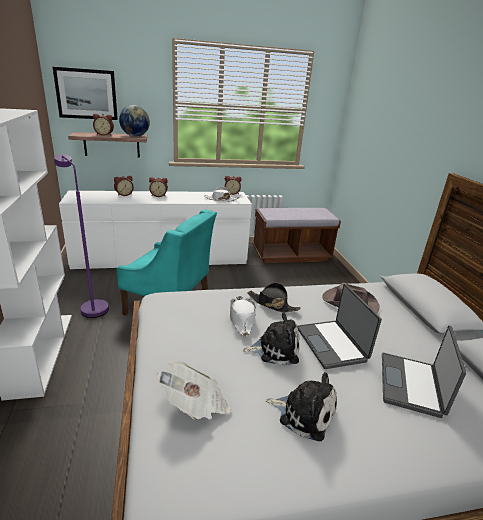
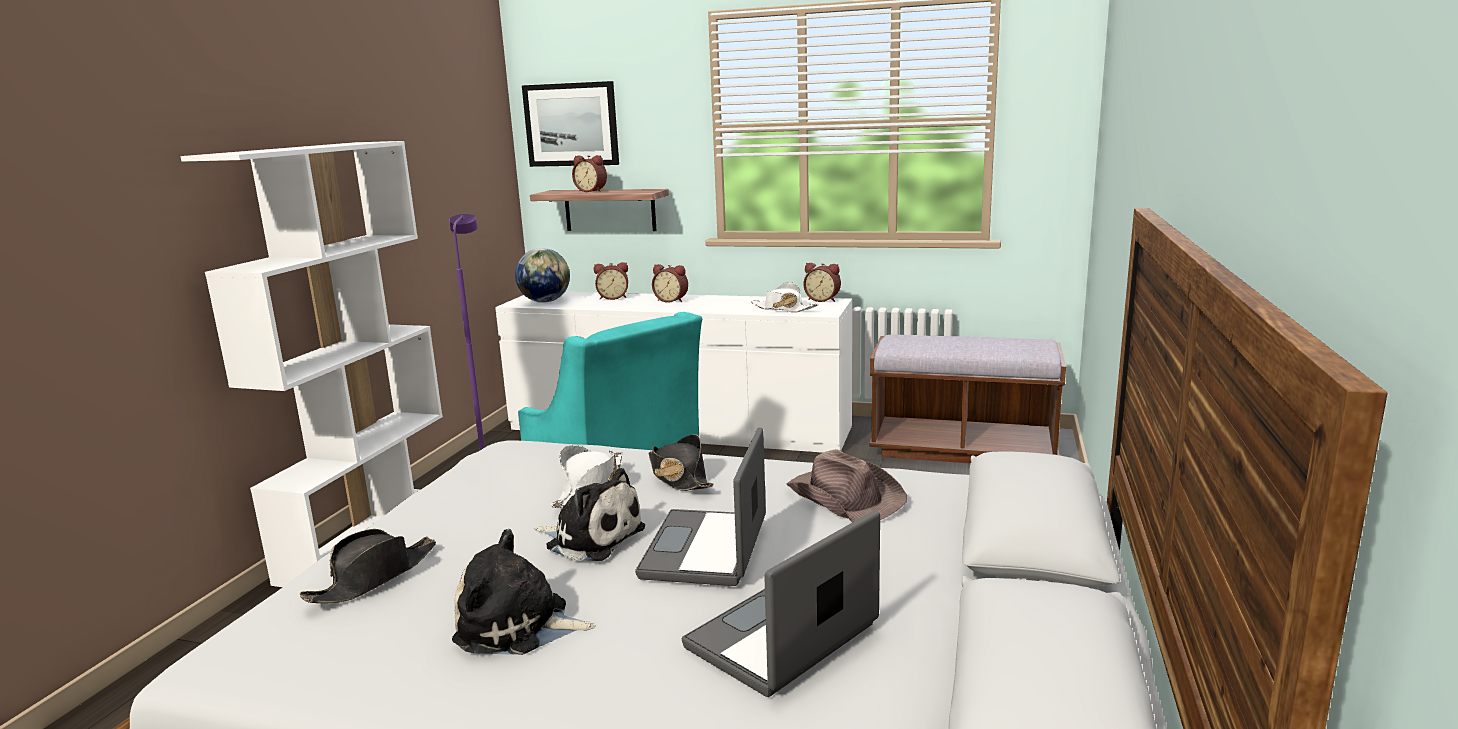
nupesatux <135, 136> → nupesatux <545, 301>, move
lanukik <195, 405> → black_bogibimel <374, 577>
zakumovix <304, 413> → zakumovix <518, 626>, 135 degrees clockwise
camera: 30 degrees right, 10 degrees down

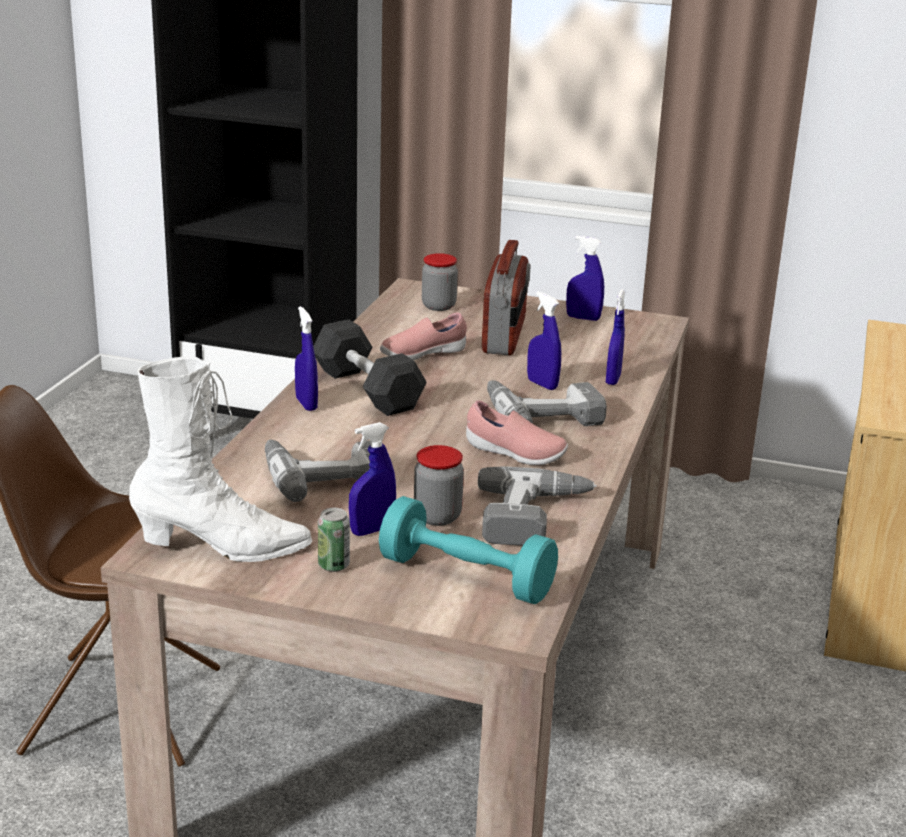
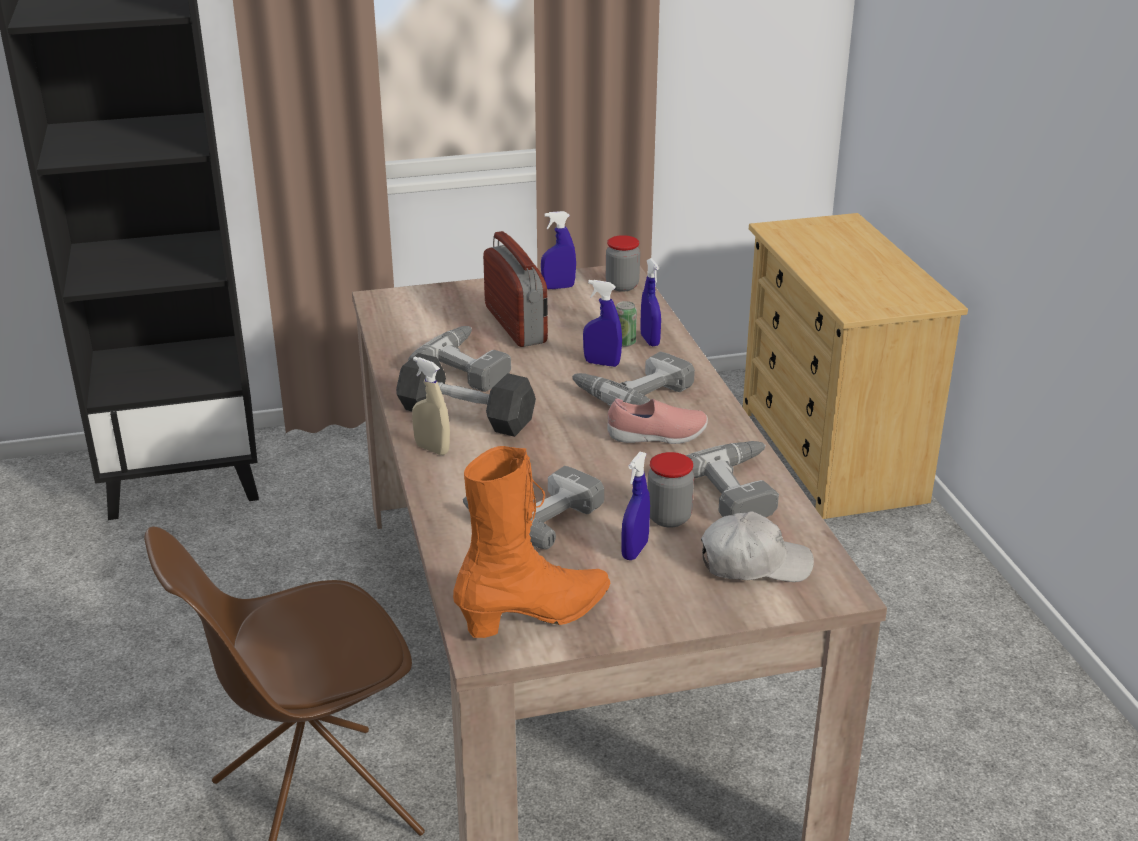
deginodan <333, 565> → deginodan <624, 343>, move
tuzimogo <438, 306> → tuzimogo <622, 286>, move
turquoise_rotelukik <466, 577> → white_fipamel <754, 563>
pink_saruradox <422, 355> → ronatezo <470, 366>
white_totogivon <222, 547> → orange_totogivon <536, 616>
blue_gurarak <306, 404> → beige_gurarak <432, 449>
camera: 30 degrees left, 5 degrees up

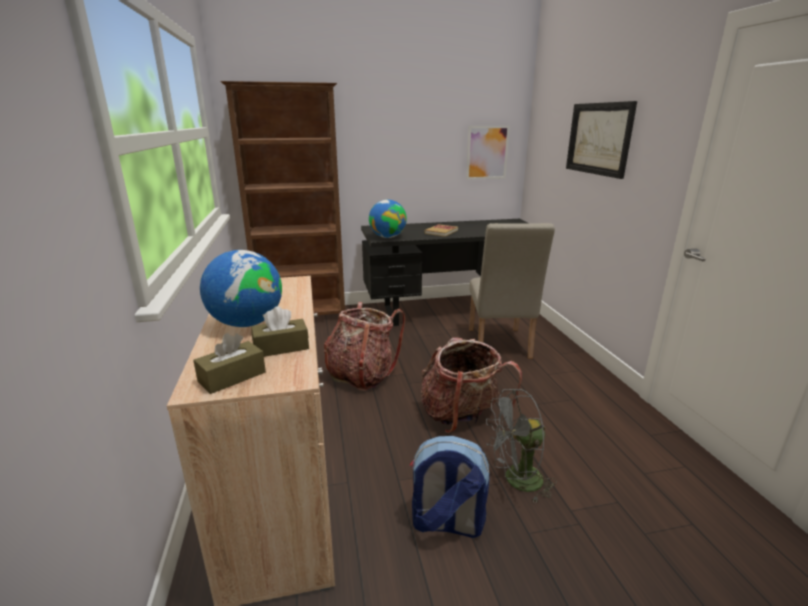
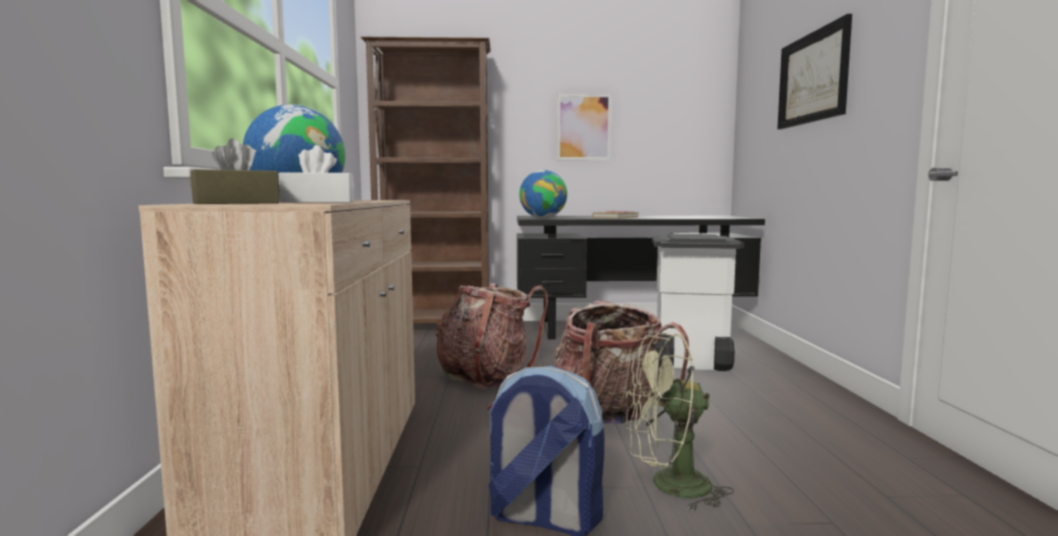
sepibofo <487, 152> → sepibofo <583, 127>, move
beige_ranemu <499, 346> → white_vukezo <689, 362>
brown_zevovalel <281, 347> → white_zevovalel <318, 202>
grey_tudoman <516, 481> → green_tudoman <669, 486>
camera: 10 degrees right, 15 degrees down

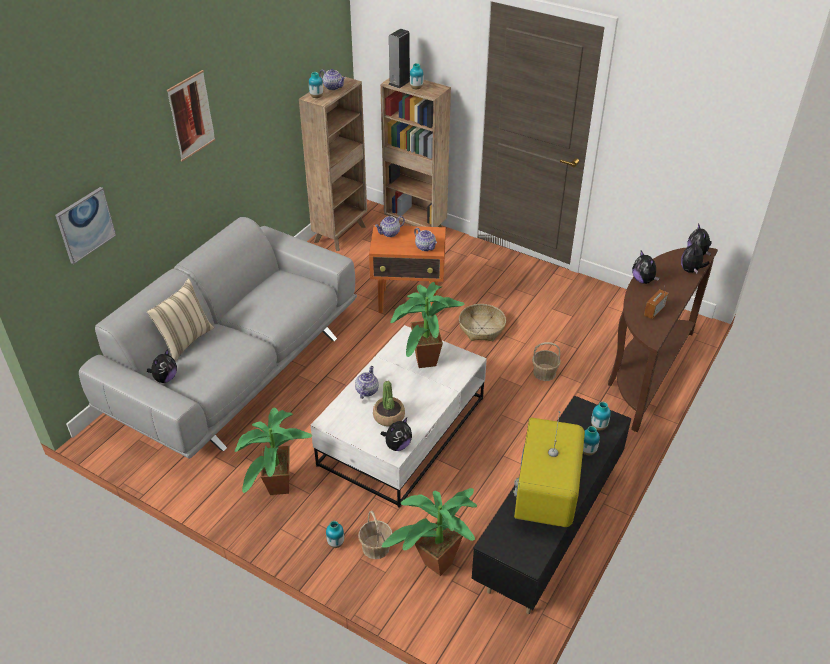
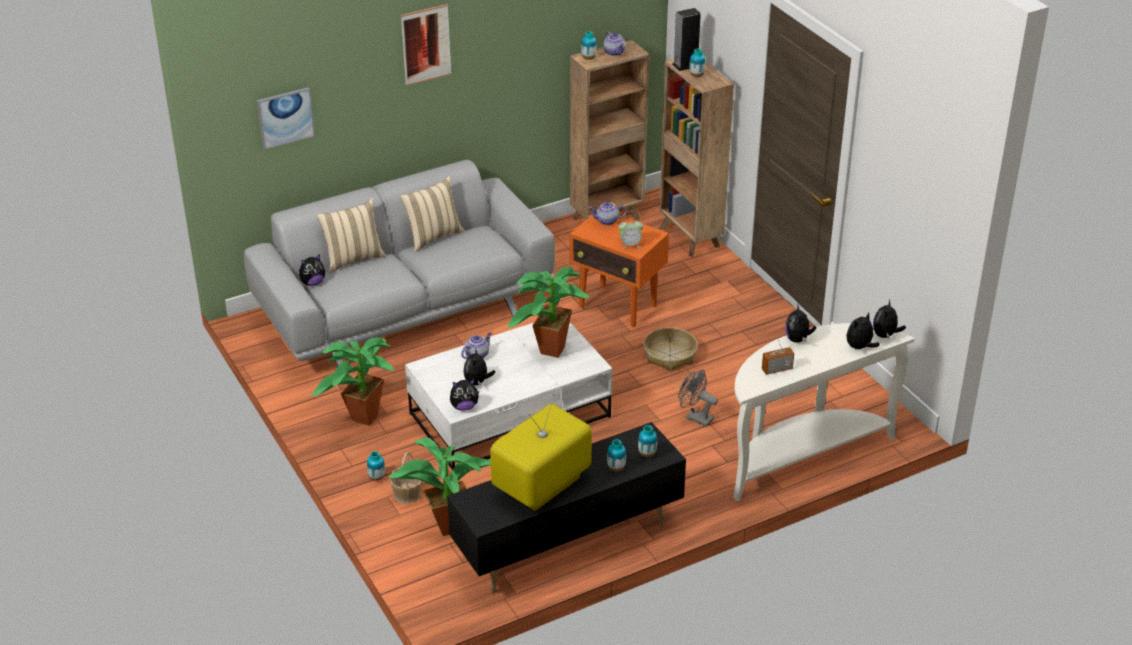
- → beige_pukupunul <432, 237>
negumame <389, 416> → zakumovix <477, 382>
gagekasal <426, 247> → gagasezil <630, 245>
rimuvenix <544, 373> → grey_tudoman <695, 417>
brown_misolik <645, 372> → white_misolik <802, 455>
camera: 30 degrees right, 5 degrees down

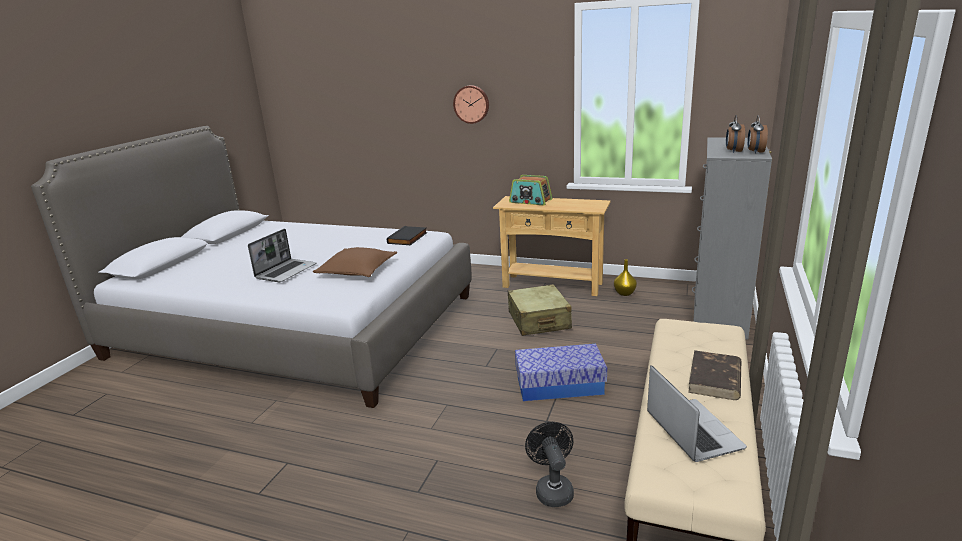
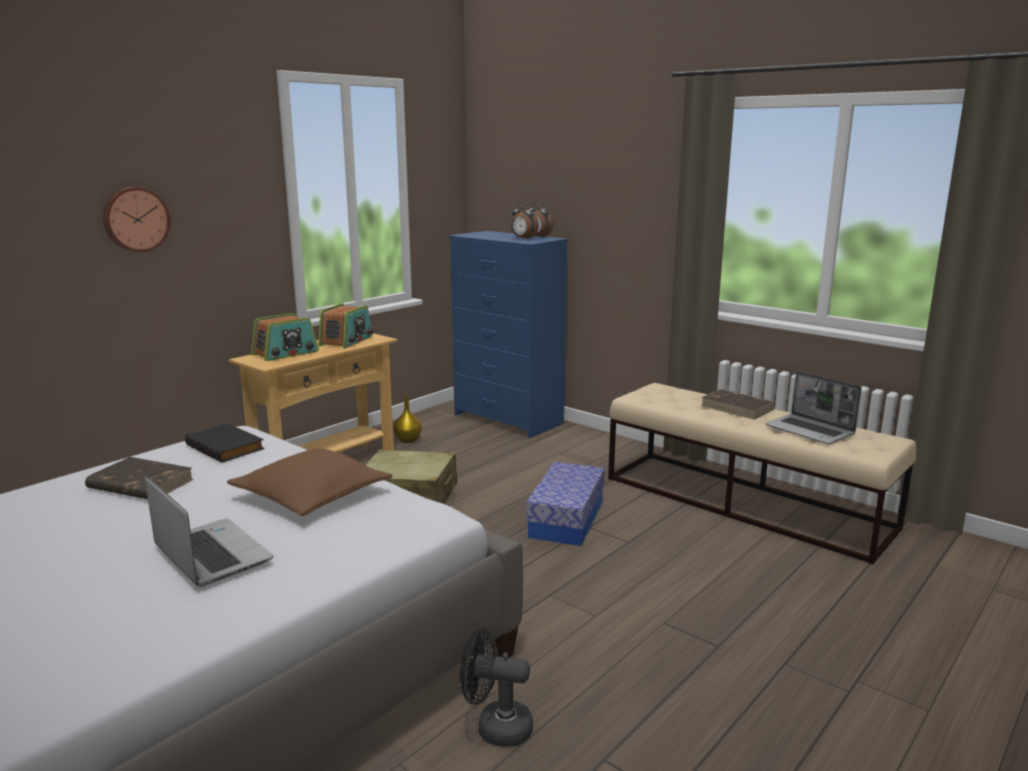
- → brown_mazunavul <140, 484>
- → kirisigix <347, 341>
black_tudoman <552, 489> → black_tudoman <495, 727>, move
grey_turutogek <718, 315> → blue_turutogek <508, 419>
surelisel <691, 431> → surelisel <810, 431>, 135 degrees counterclockwise
camera: 70 degrees left, 5 degrees down

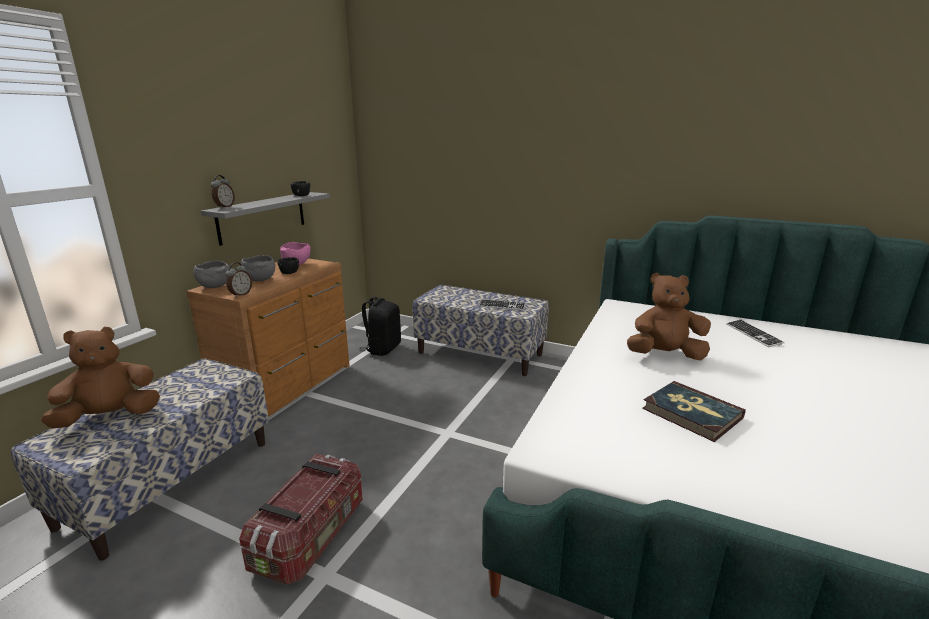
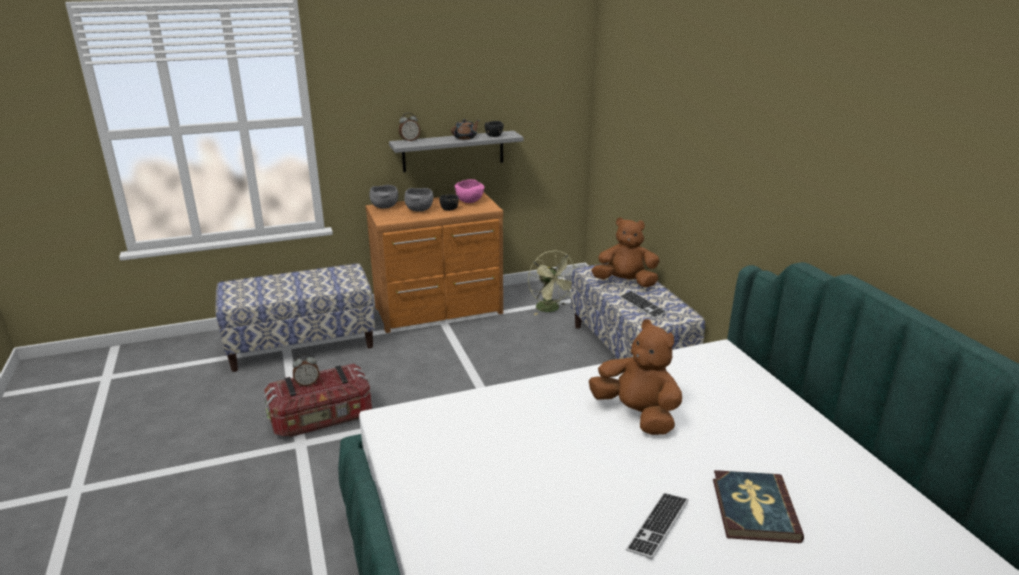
- → brown_gagekasal <465, 137>
brown_zakumovix <110, 417> → brown_zakumovix <625, 282>, move
gagasezil <240, 294> → gagasezil <307, 383>, move
mazunavul <691, 413> → mazunavul <754, 509>, move
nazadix <753, 334> → nazadix <658, 526>, move
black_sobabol <383, 348> → green_tudoman <551, 309>
camera: 45 degrees right, 5 degrees up

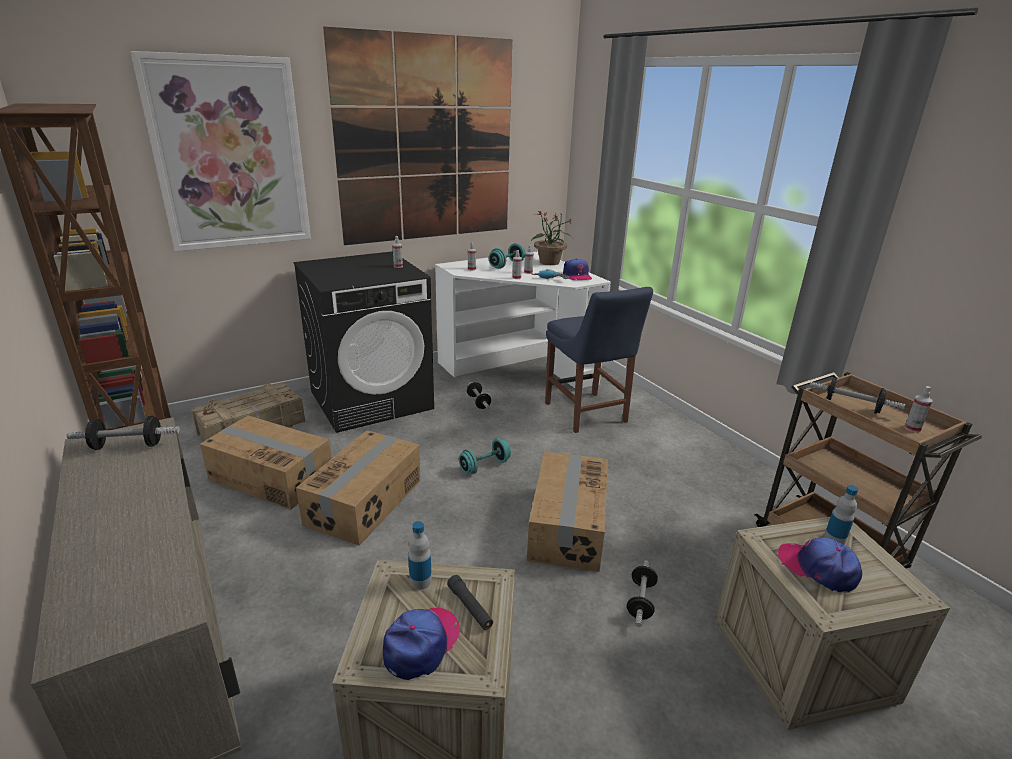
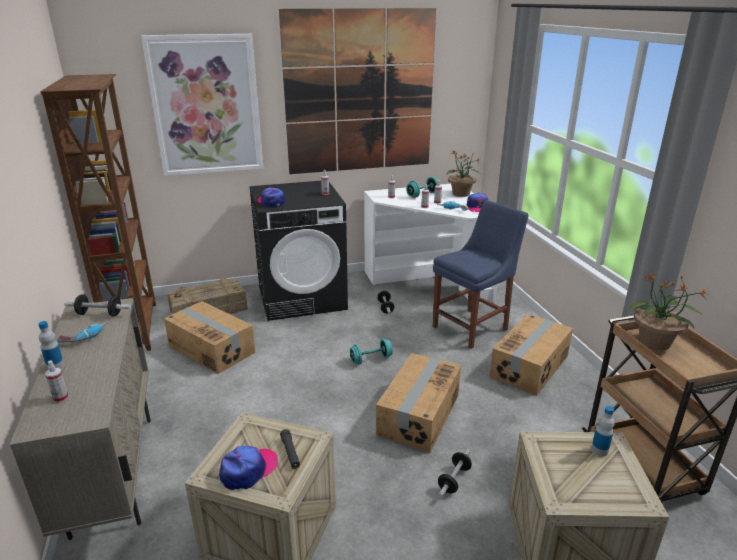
- → ronatezo <85, 337>
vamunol <365, 502> → vamunol <530, 366>, move
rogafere <420, 581> → rogafere <55, 367>, move
fipamel <818, 568> → fipamel <271, 202>, move
gurarak <912, 428> → gurarak <61, 398>, move
rotelukik <851, 406> → negumame <655, 342>
blue_ranemu <587, 414> → blue_ranemu <473, 327>, 120 degrees counterclockwise
camera: 15 degrees right, 0 degrees up

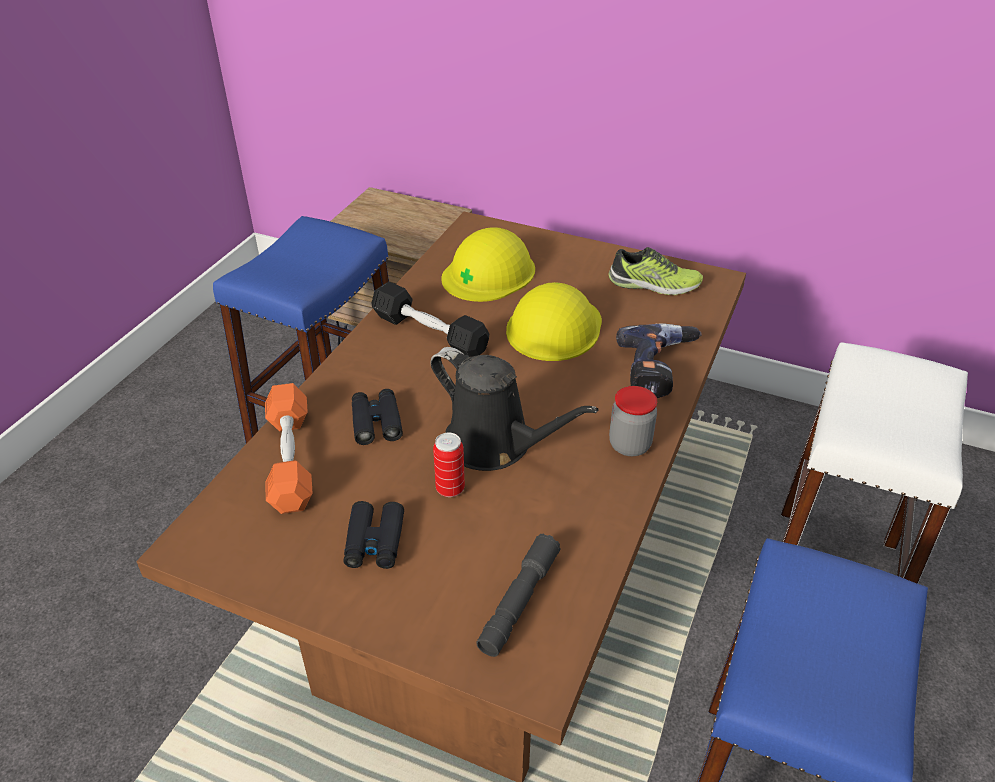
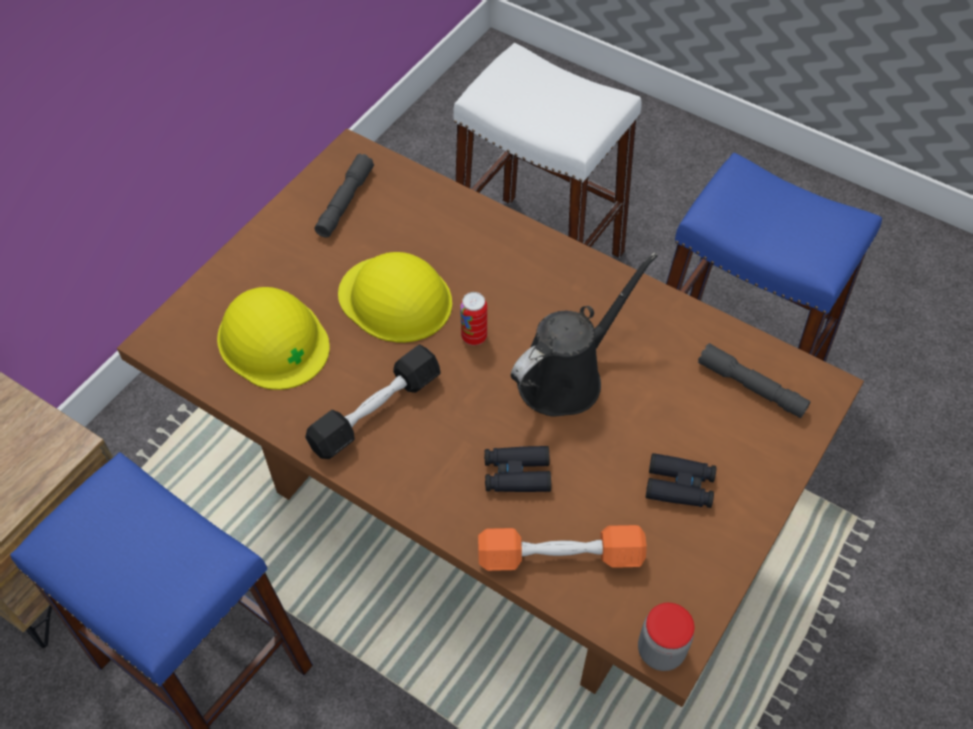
ronatezo <660, 370> → -
deginodan <450, 489> → deginodan <474, 337>, move
tuzimogo <629, 445> → tuzimogo <660, 650>, move
saruradox <654, 285> → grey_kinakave <345, 202>
camera: 80 degrees left, 15 degrees up

